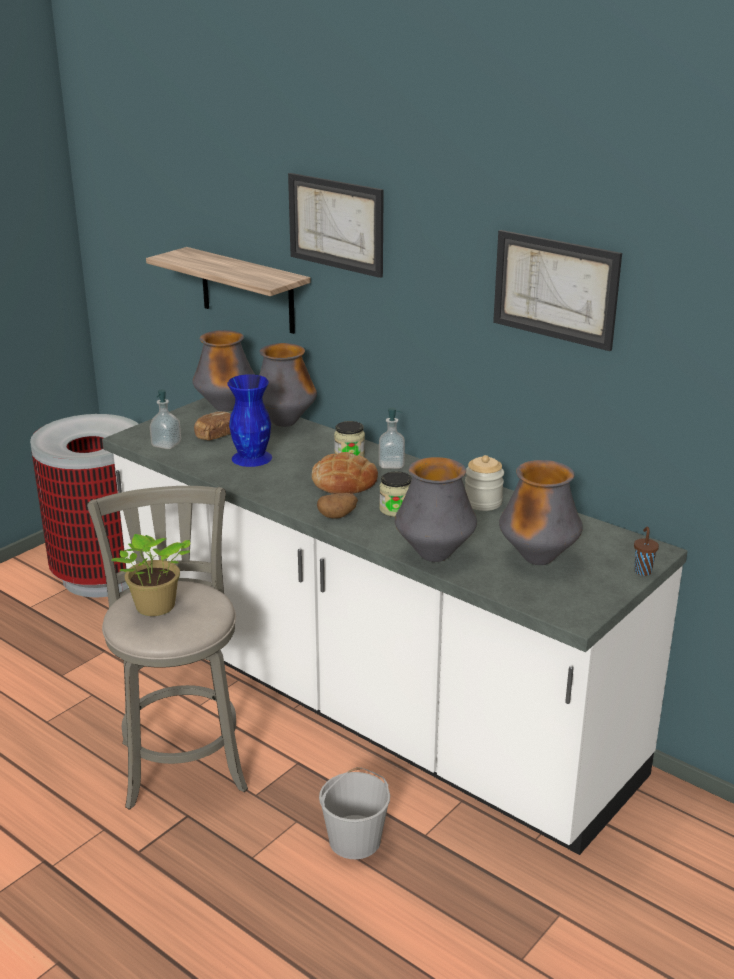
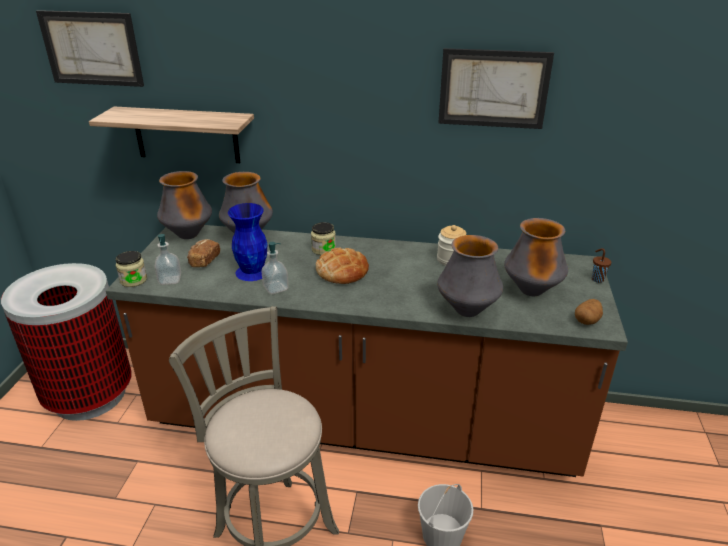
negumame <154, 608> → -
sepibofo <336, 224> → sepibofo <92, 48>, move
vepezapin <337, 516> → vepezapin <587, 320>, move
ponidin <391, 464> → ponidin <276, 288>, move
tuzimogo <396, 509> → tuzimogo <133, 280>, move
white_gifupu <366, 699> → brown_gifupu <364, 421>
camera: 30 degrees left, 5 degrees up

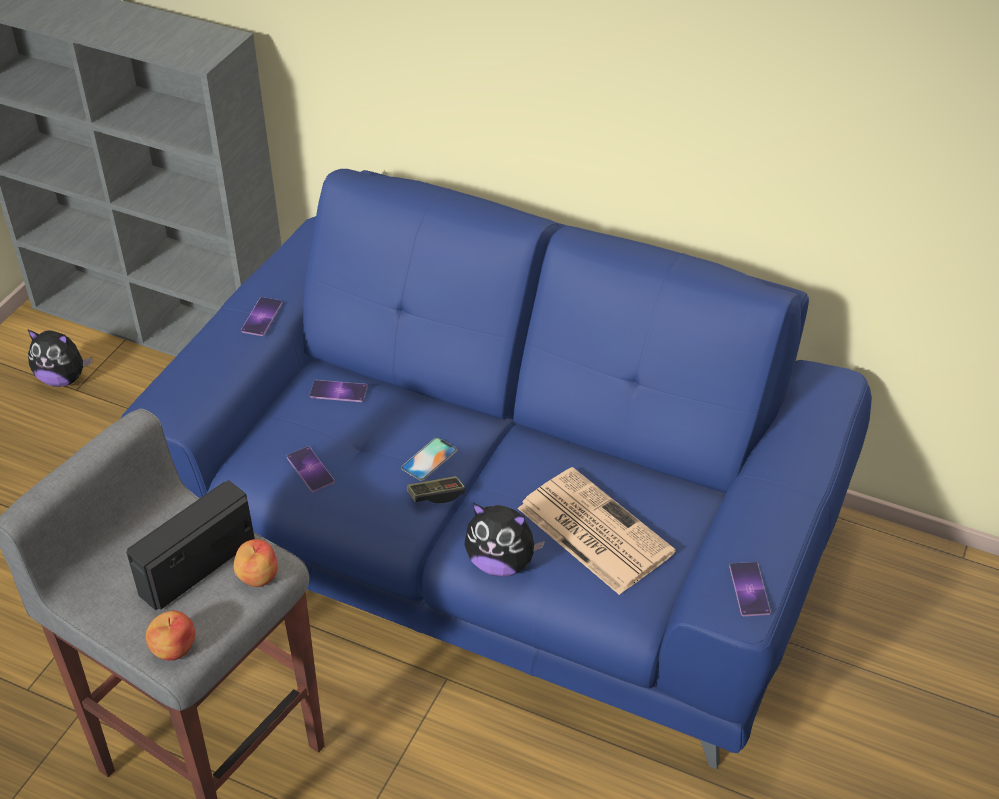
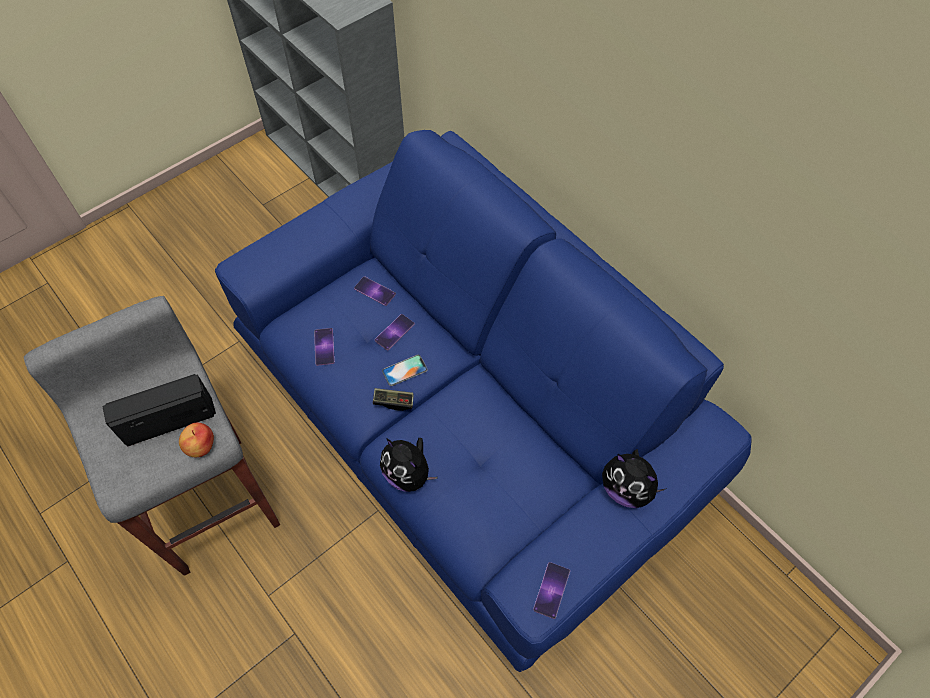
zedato <174, 648> → -
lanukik <592, 530> → -
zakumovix <63, 379> → zakumovix <626, 489>, move
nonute <262, 317> → nonute <394, 332>, move
camera: 25 degrees right, 15 degrees up

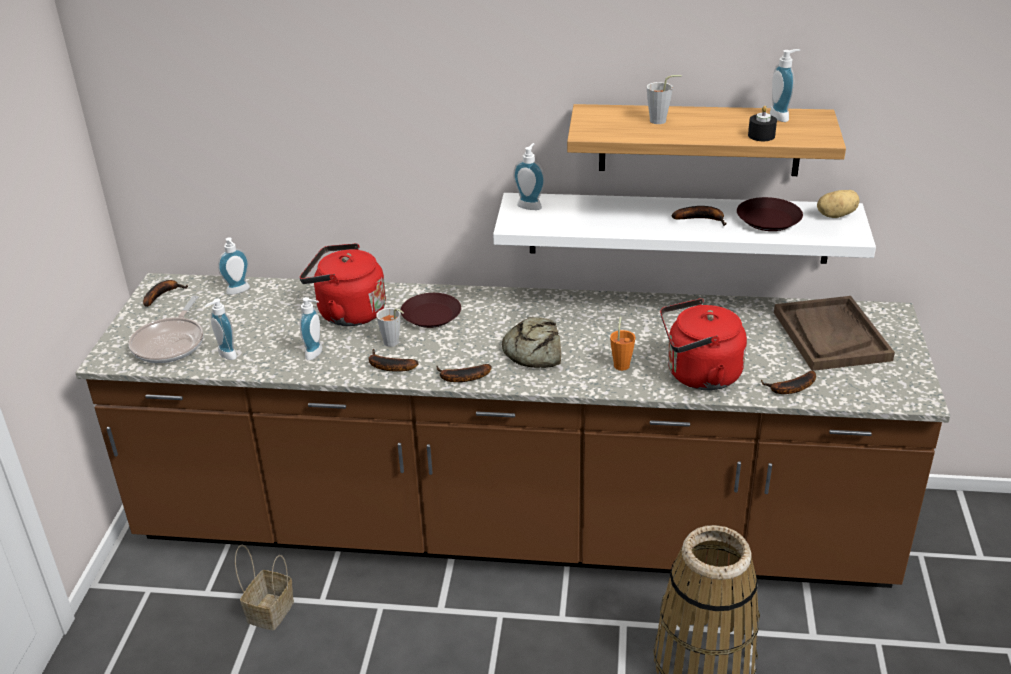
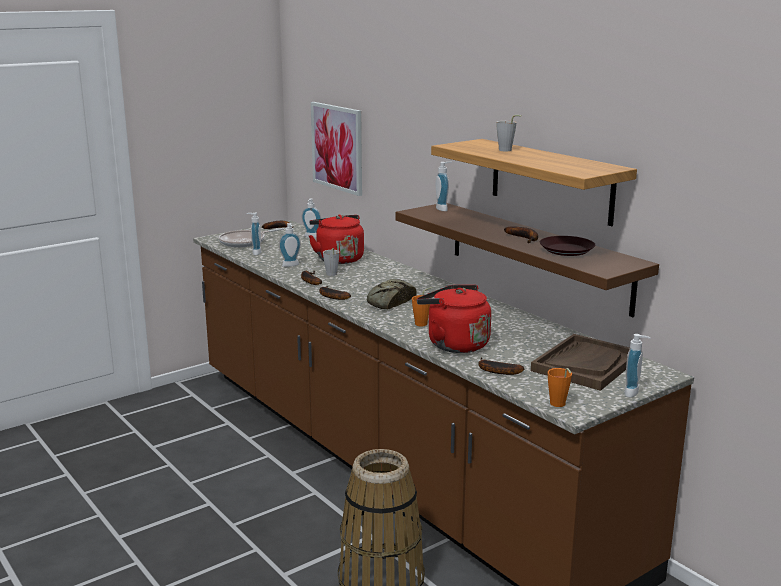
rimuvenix <270, 610> → -
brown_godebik <431, 316> → -
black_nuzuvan <761, 135> → -
vepezapin <835, 215> → -
- → sepibofo <337, 147>
- → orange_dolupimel <558, 405>
ponidin <782, 116> → ponidin <634, 393>, move
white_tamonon <678, 227> → brown_tamonon <537, 256>
camera: 45 degrees right, 15 degrees down

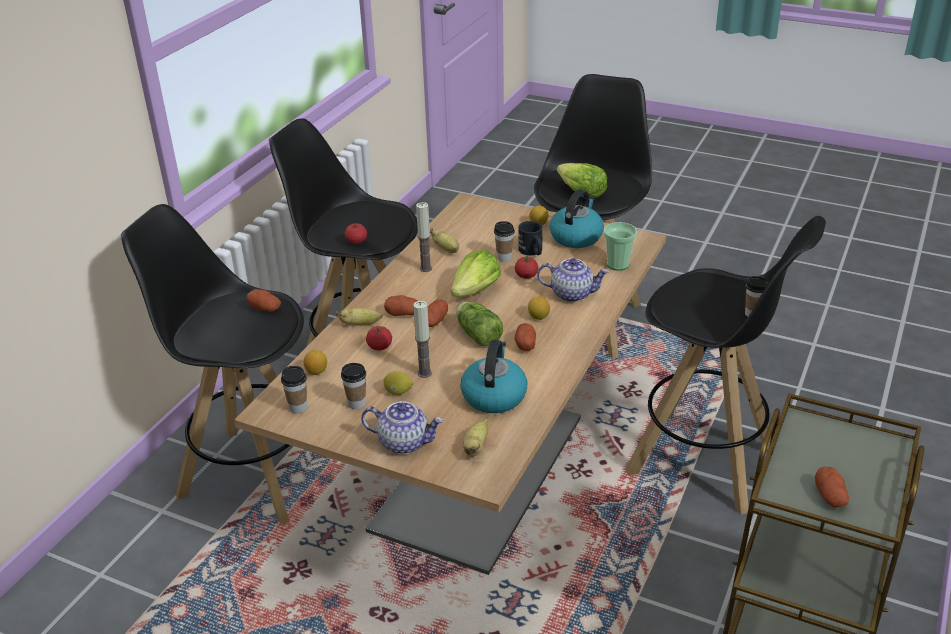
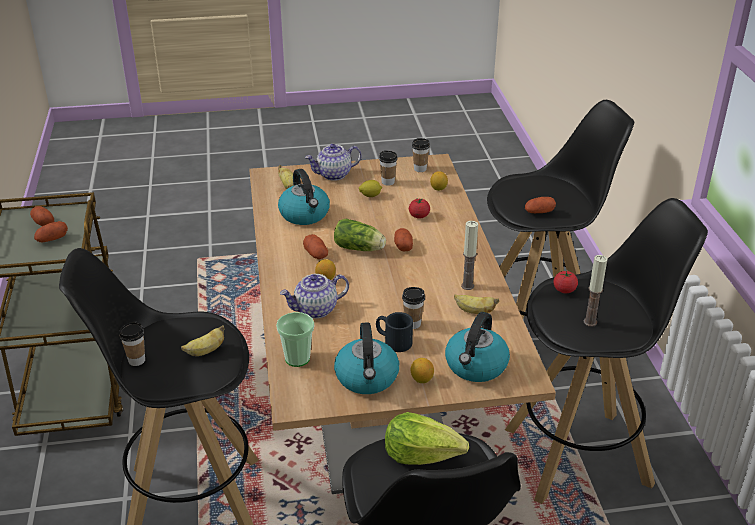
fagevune <475, 291> → -
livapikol <526, 276> → -
- → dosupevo <476, 366>
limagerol <361, 324> → limagerol <205, 351>, move
vepezapin <403, 313> → vepezapin <52, 239>, move
nuzuvan <424, 373> → nuzuvan <590, 322>, move
camera: 145 degrees right, 0 degrees up

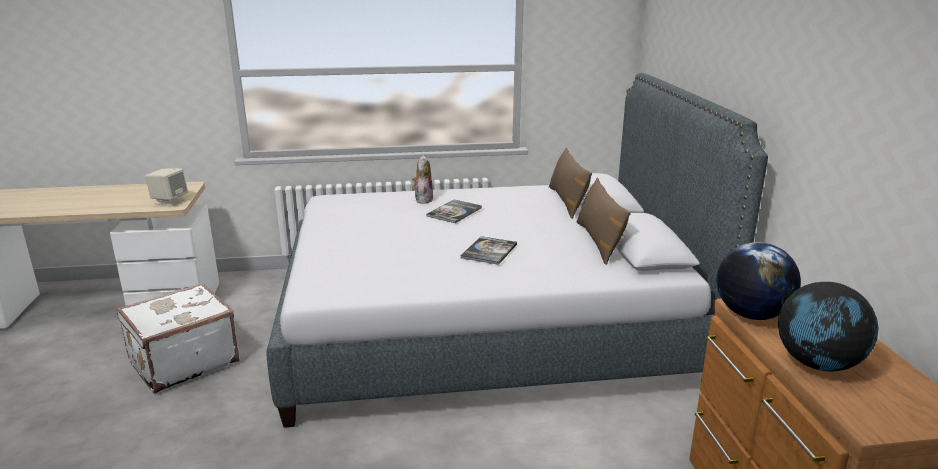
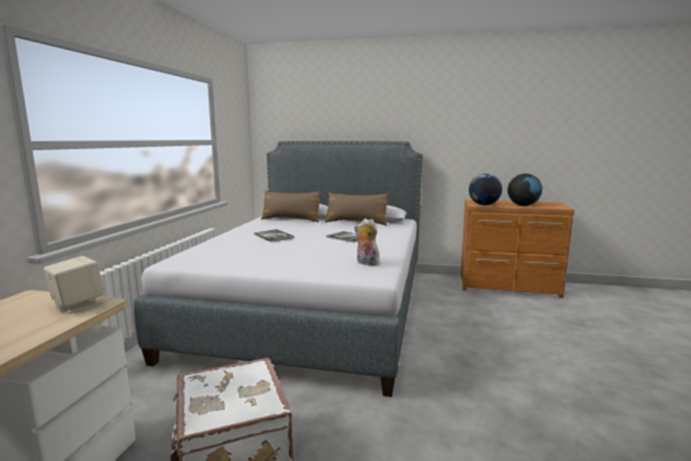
zakumovix <423, 199> → zakumovix <366, 263>, move
camera: 70 degrees left, 10 degrees down

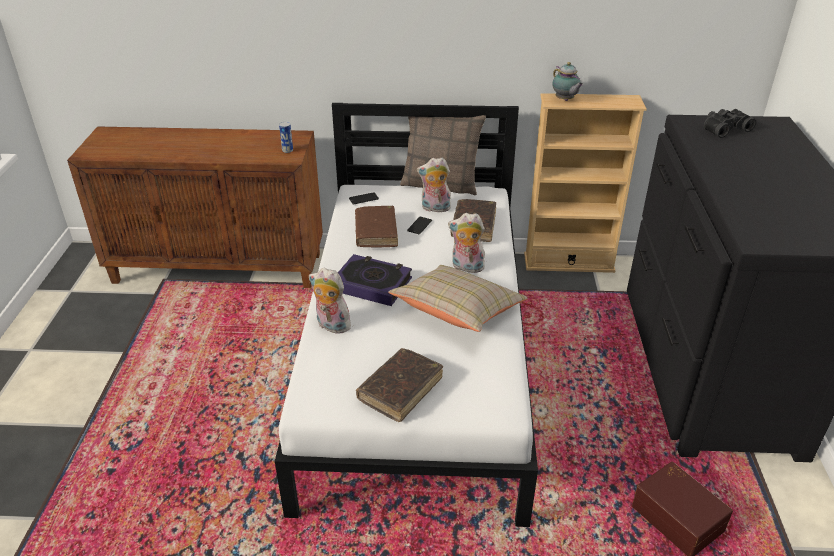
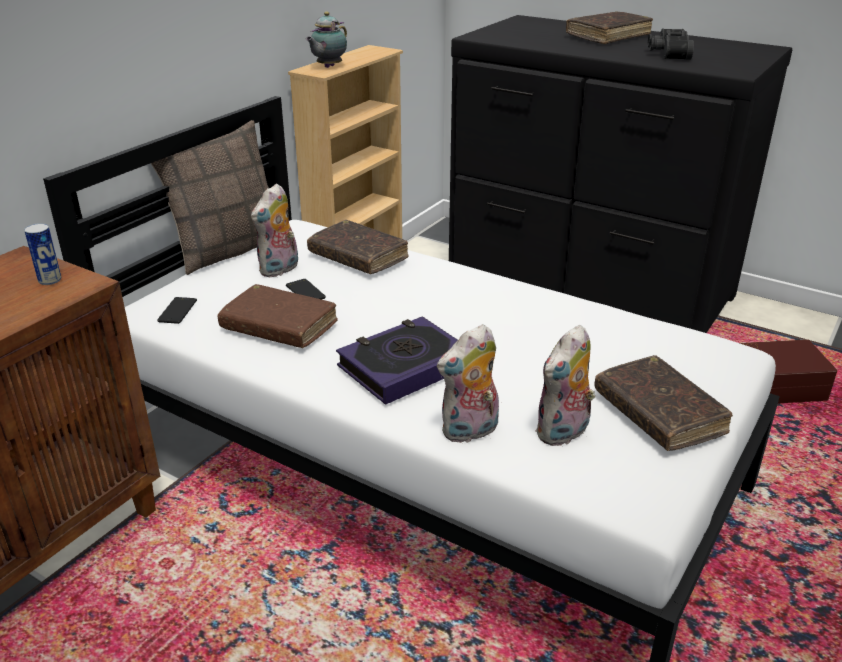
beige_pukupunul <458, 313> → -
- → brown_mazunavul <608, 36>
zakumovix <466, 267> → zakumovix <563, 433>, move
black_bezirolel <724, 128> → black_bezirolel <667, 54>, move
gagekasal <565, 100> → gagekasal <328, 67>, 120 degrees clockwise
camera: 60 degrees left, 5 degrees down

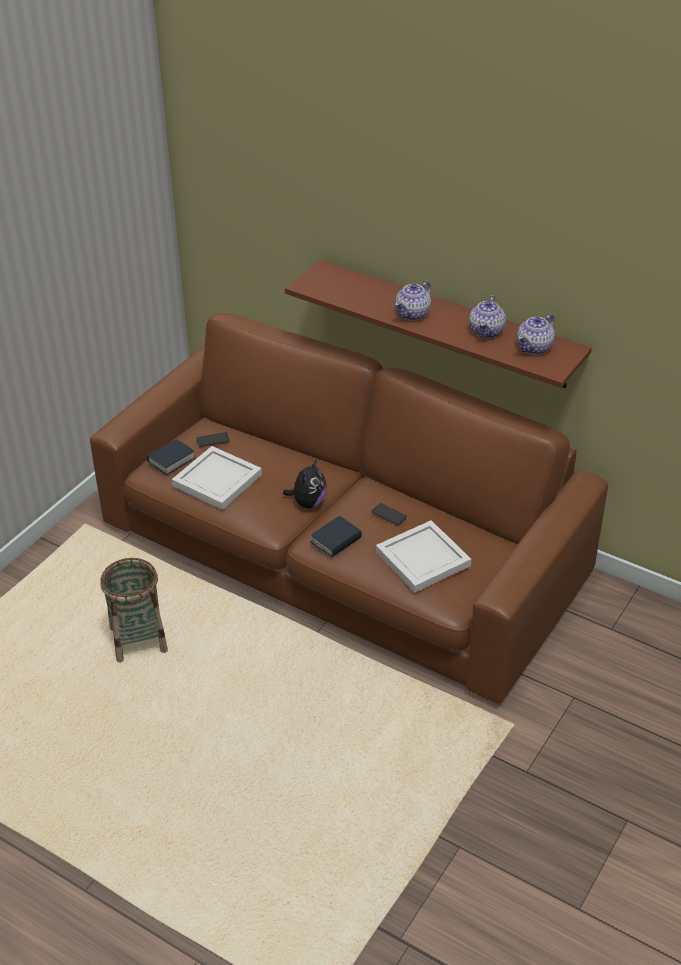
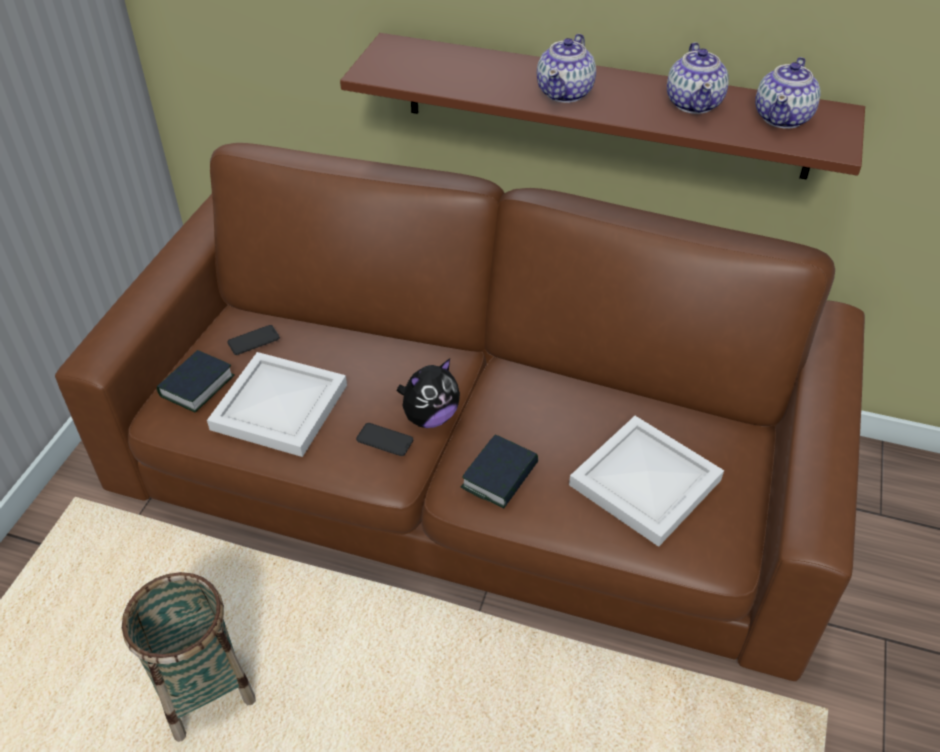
nonute <389, 514> → nonute <384, 440>, move
zakumovix <308, 503> → zakumovix <429, 417>, 45 degrees clockwise
camera: 15 degrees left, 5 degrees up

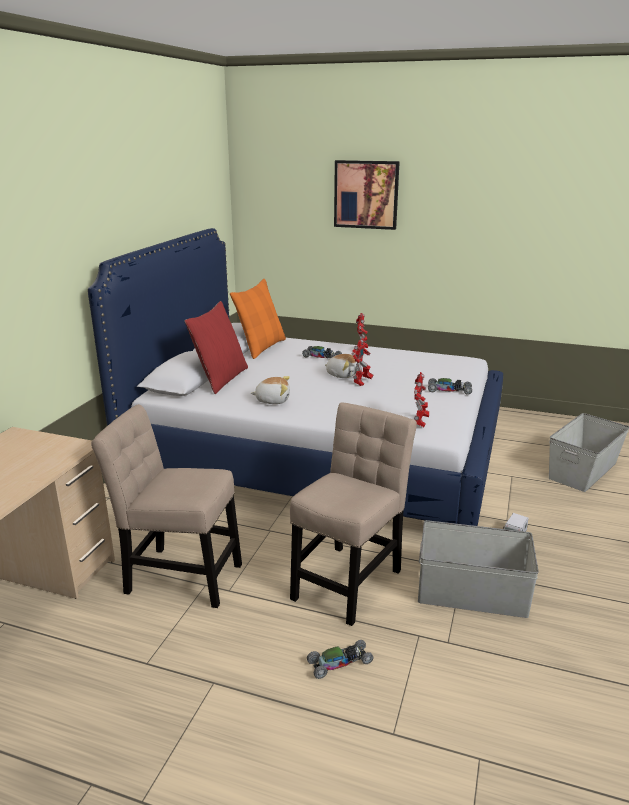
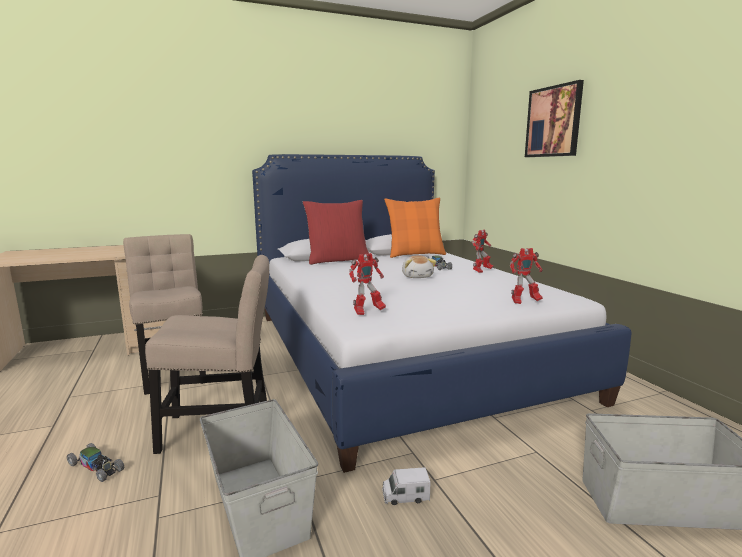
zakumovix <272, 400> → -
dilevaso <449, 390> → -
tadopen <362, 382> → tadopen <524, 302>, move
camera: 50 degrees right, 10 degrees down

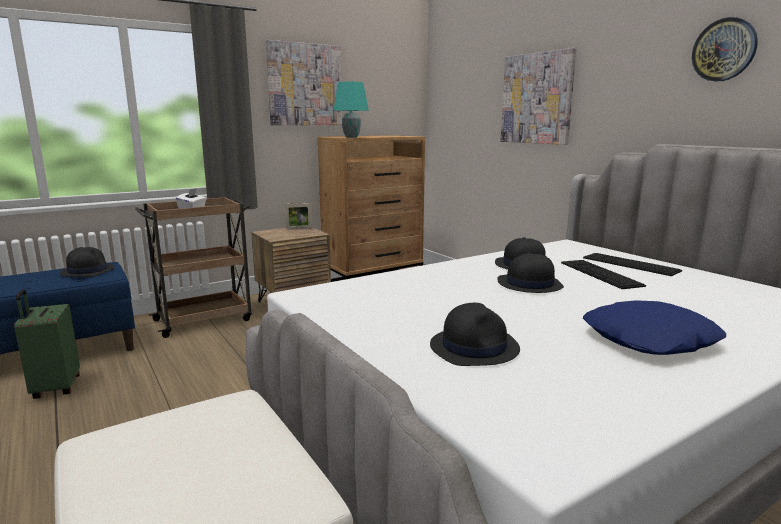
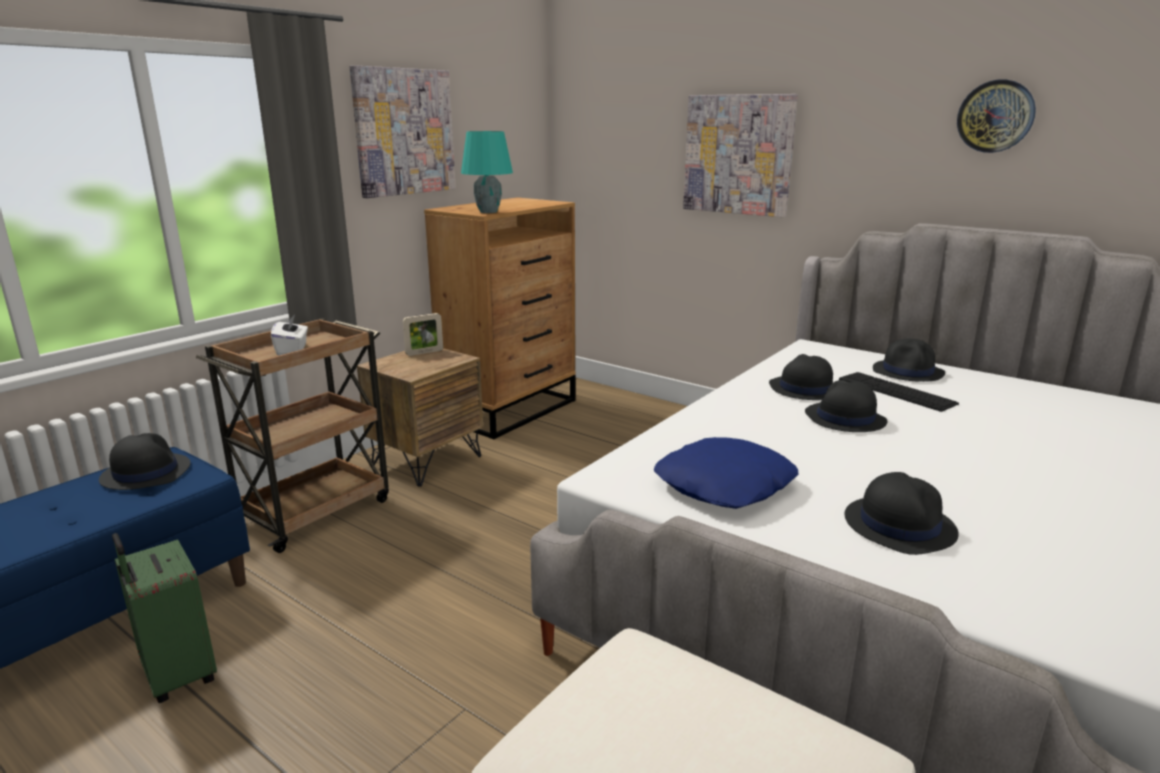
blue_pukupunul <650, 340> → blue_pukupunul <725, 485>, move
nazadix <630, 264> → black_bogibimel <908, 372>
camera: 20 degrees left, 5 degrees up

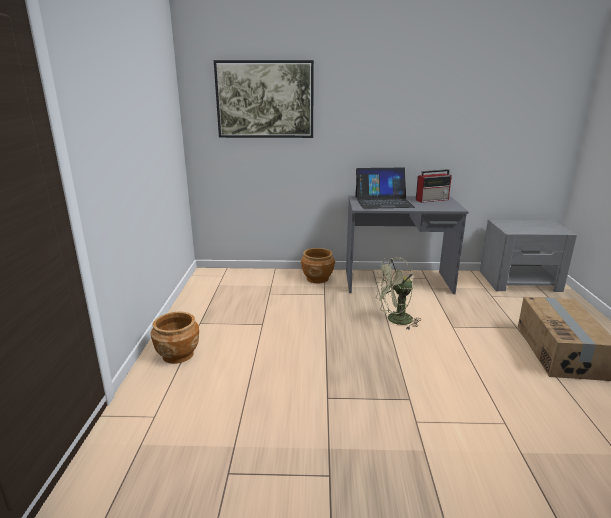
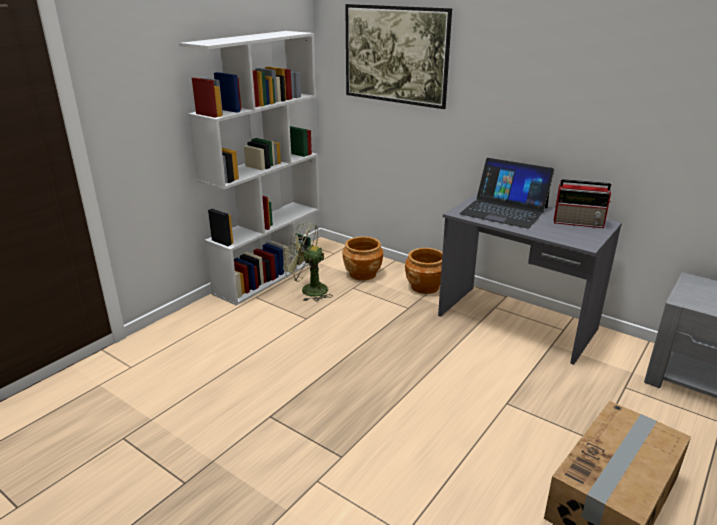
- → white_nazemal <269, 275>
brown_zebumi <178, 354> → brown_zebumi <362, 274>, move
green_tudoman <395, 320> → green_tudoman <308, 290>, move
camera: 35 degrees right, 5 degrees up

